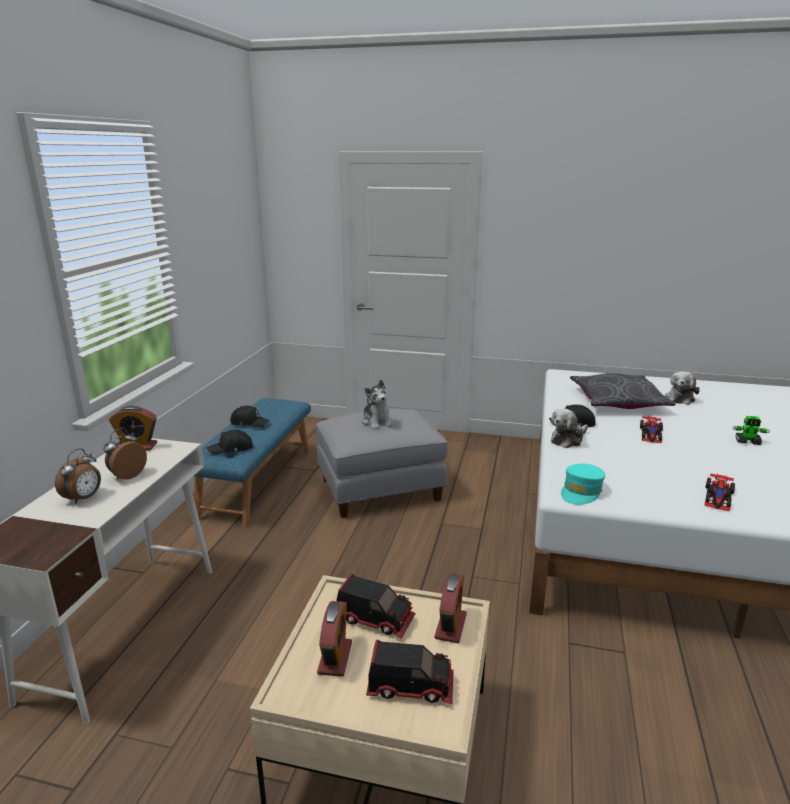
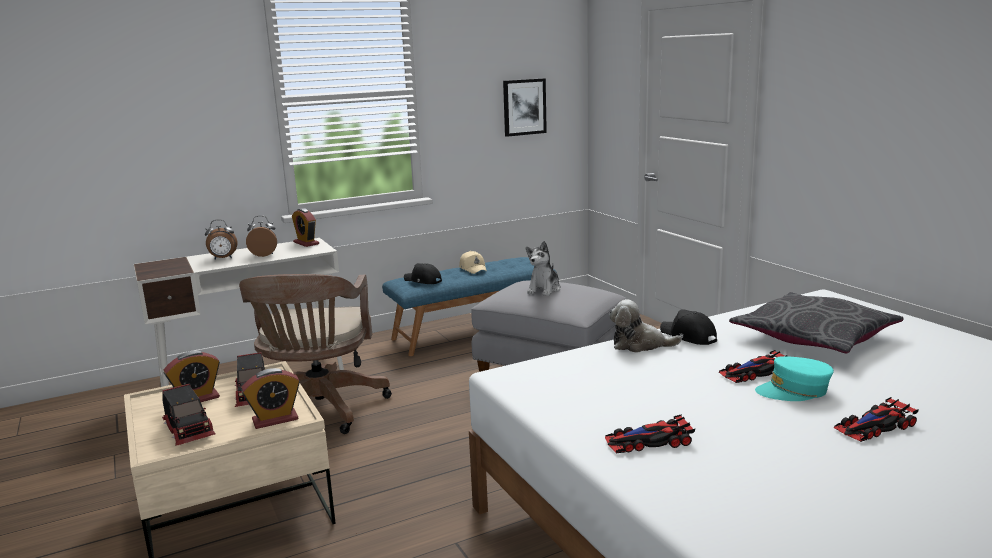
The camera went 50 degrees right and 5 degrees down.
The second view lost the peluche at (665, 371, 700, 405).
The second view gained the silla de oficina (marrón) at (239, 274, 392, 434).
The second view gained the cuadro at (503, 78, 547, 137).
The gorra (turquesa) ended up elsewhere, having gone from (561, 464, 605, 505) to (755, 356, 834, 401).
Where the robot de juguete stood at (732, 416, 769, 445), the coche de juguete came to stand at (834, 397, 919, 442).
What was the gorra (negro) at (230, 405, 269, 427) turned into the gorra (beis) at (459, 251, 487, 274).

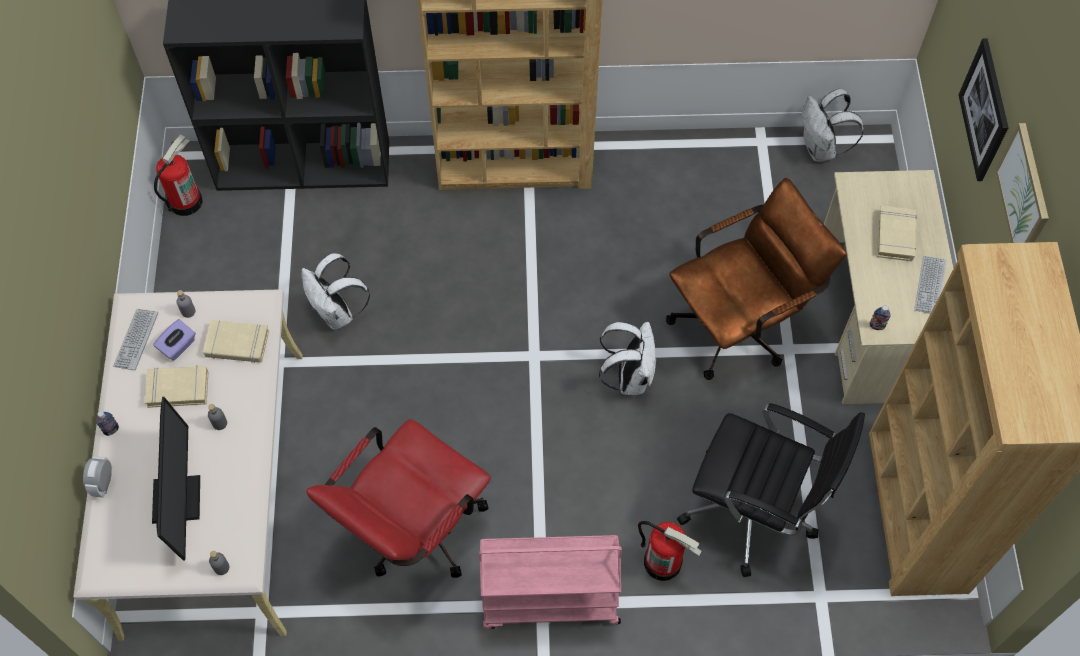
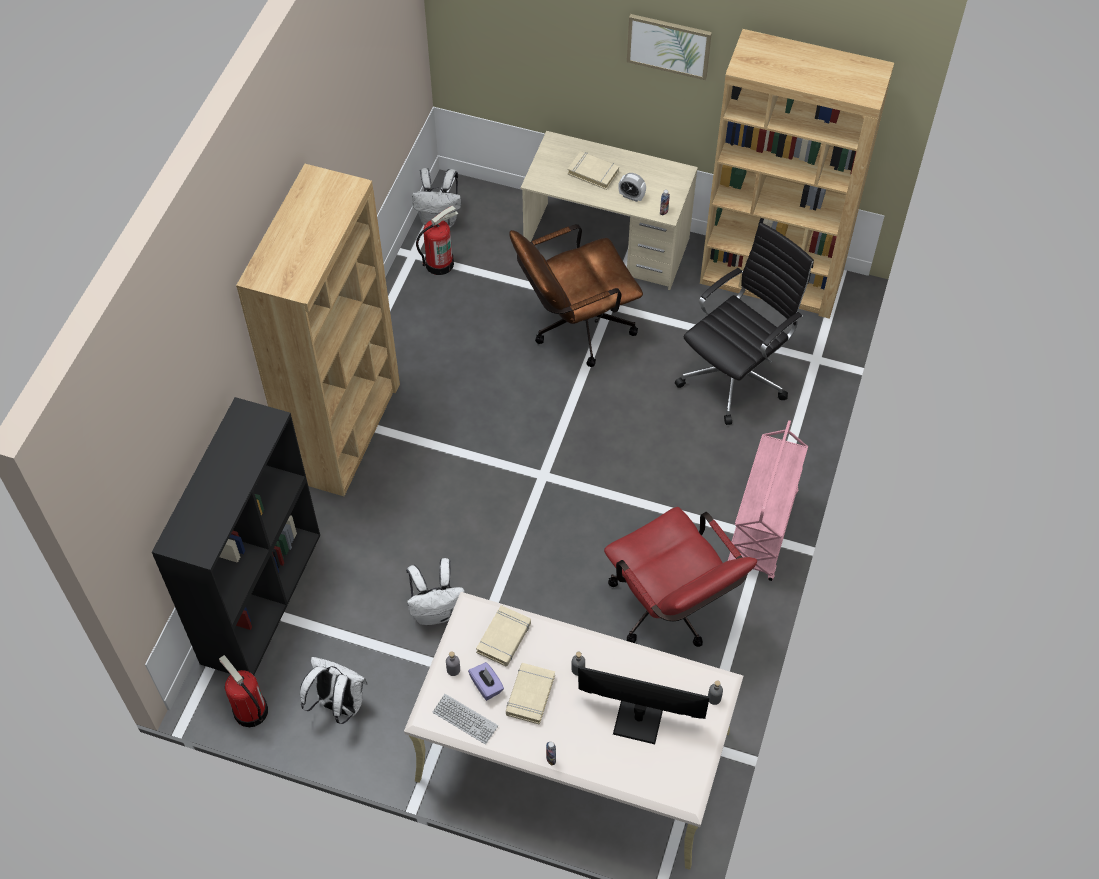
The camera went 70 degrees left and 5 degrees down.
The second view lost the teclado at (914, 256, 947, 314).
The second view lost the cuadro at (959, 38, 1009, 181).
The despertador ended up elsewhere, having gone from (83, 456, 112, 498) to (618, 173, 646, 202).
The mochila (blanco) ended up elsewhere, having gone from (599, 322, 656, 395) to (300, 657, 368, 724).
The extintor ended up elsewhere, having gone from (638, 521, 702, 581) to (416, 206, 459, 275).
The silla de oficina (marrón) at (666, 178, 846, 380) ended up facing another way, 105 degrees counterclockwise from before.

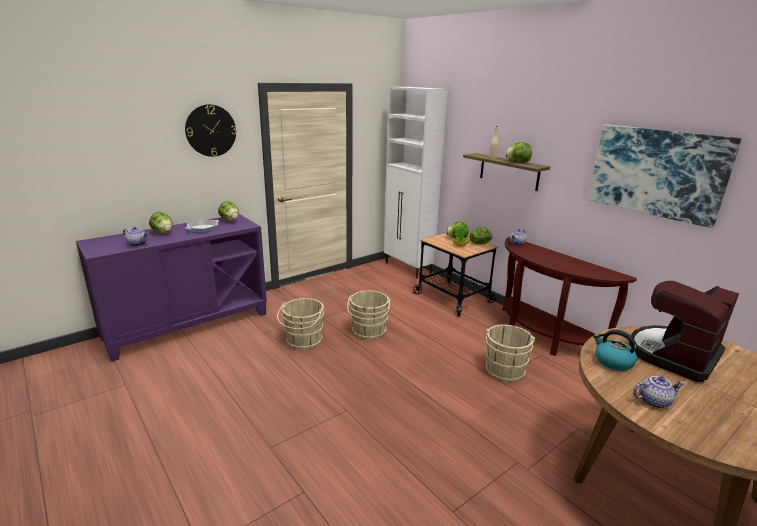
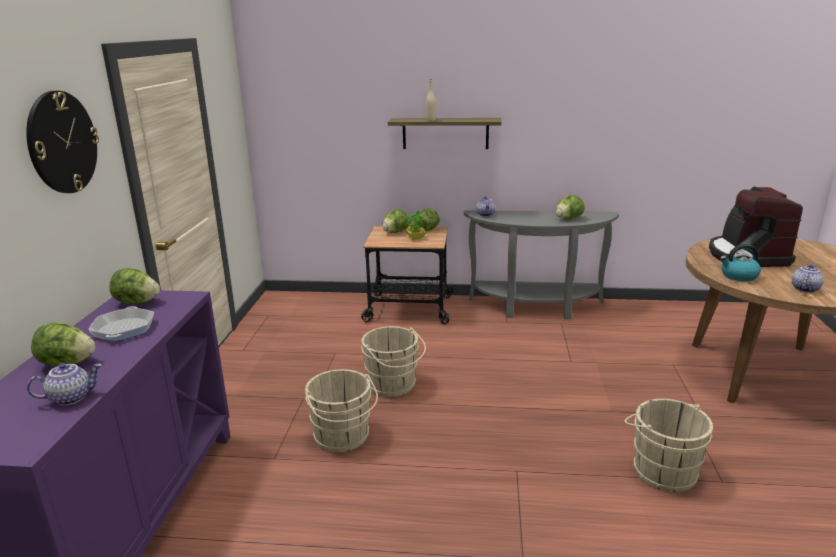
The camera went 45 degrees left and 0 degrees up.
The second view lost the armario (blanco) at (384, 87, 448, 278).
The second view lost the cuadro at (588, 124, 742, 228).
The cubo (beis) ended up elsewhere, having gone from (485, 325, 535, 382) to (625, 399, 713, 492).
The lechuga ended up elsewhere, having gone from (505, 142, 532, 163) to (556, 195, 585, 220).
What was the mesa consola (marrón) at (502, 237, 637, 356) turned into the mesa consola (gris) at (464, 210, 619, 320).

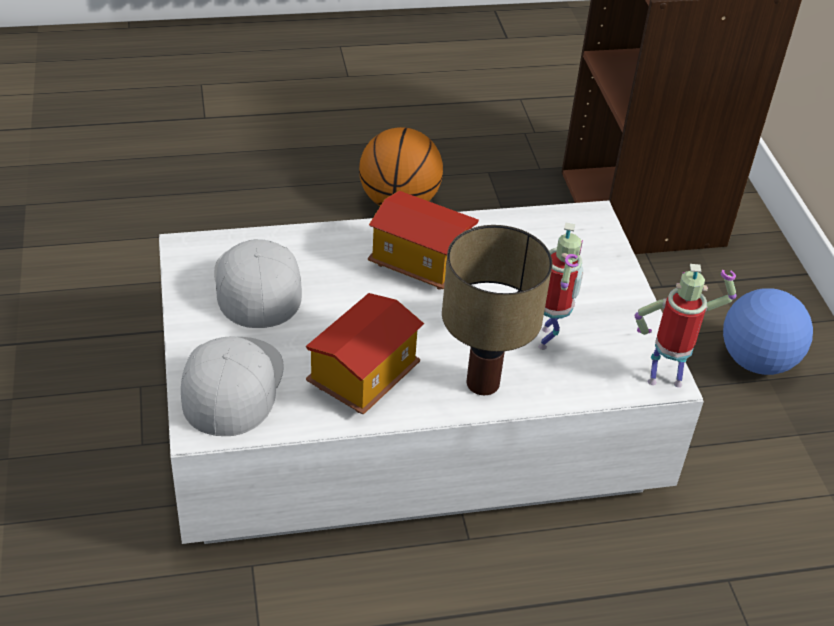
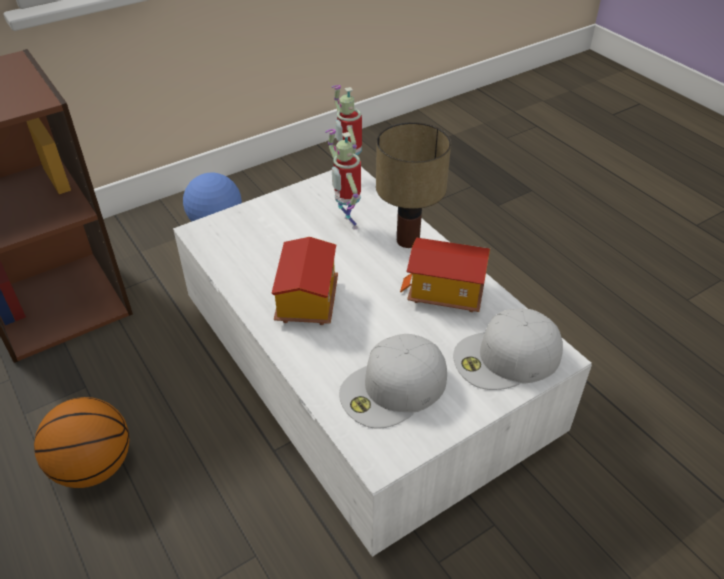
The camera went 110 degrees left and 0 degrees up.
The robot de juguete at (539, 222, 583, 350) ended up facing another way, 105 degrees counterclockwise from before.

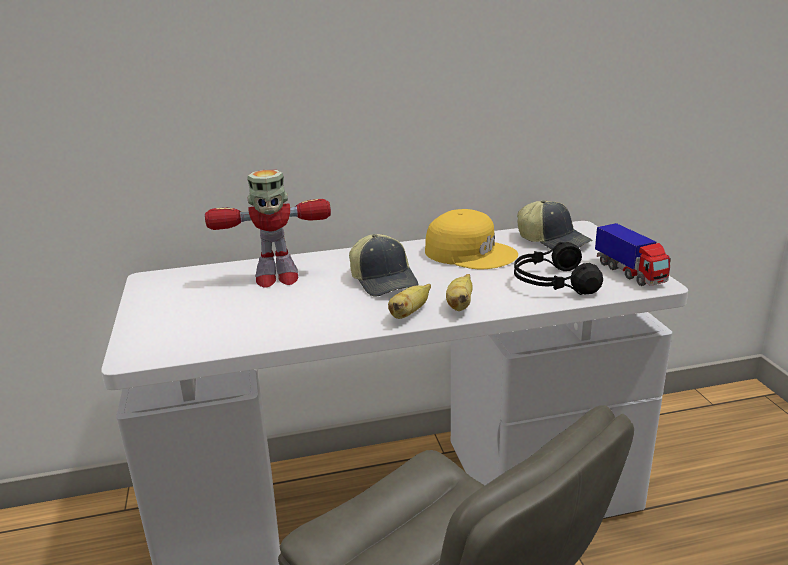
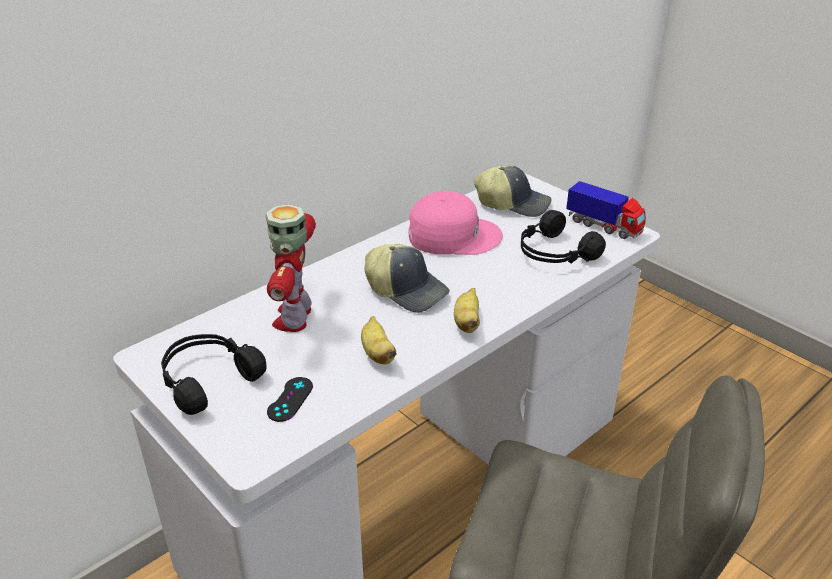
The camera went 30 degrees left and 10 degrees up.
The second view gained the auriculares (negro) at (161, 334, 267, 415).
The second view gained the mando de consola (negro) at (267, 377, 313, 422).
The plátano ended up elsewhere, having gone from (446, 274, 473, 311) to (361, 316, 397, 365).
What was the gorra (amarillo) at (425, 209, 518, 269) turned into the gorra (rosa) at (409, 191, 503, 255).
The robot de juguete at (205, 170, 331, 288) ended up facing another way, 135 degrees clockwise from before.

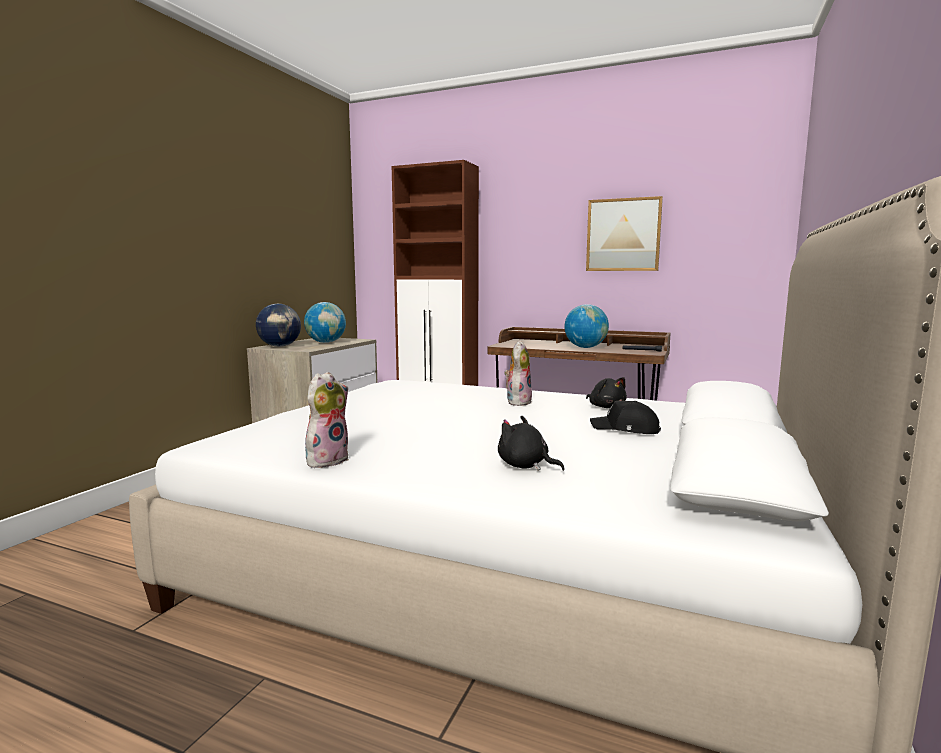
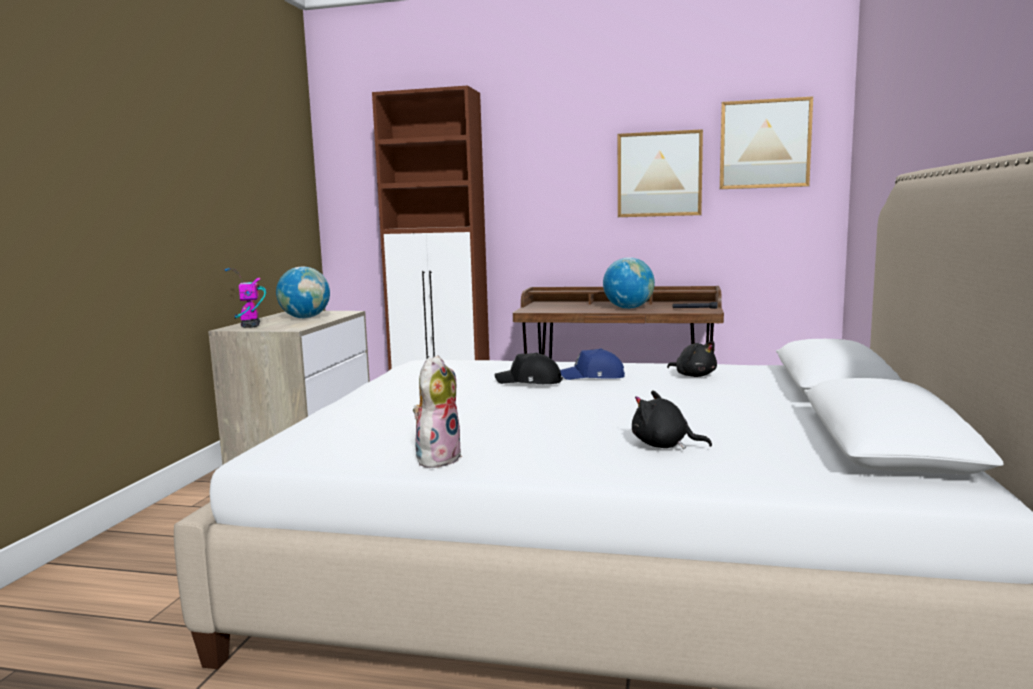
The camera went 10 degrees left and 0 degrees up.
The second view gained the cuadro at (720, 96, 813, 189).
The gorra (negro) ended up elsewhere, having gone from (590, 401, 661, 434) to (495, 353, 563, 384).
Where the globo terráqueo stood at (256, 304, 301, 347), the robot de juguete came to stand at (225, 268, 266, 328).
Where the peluche stood at (504, 341, 532, 406), the gorra (azul) came to stand at (560, 349, 625, 380).

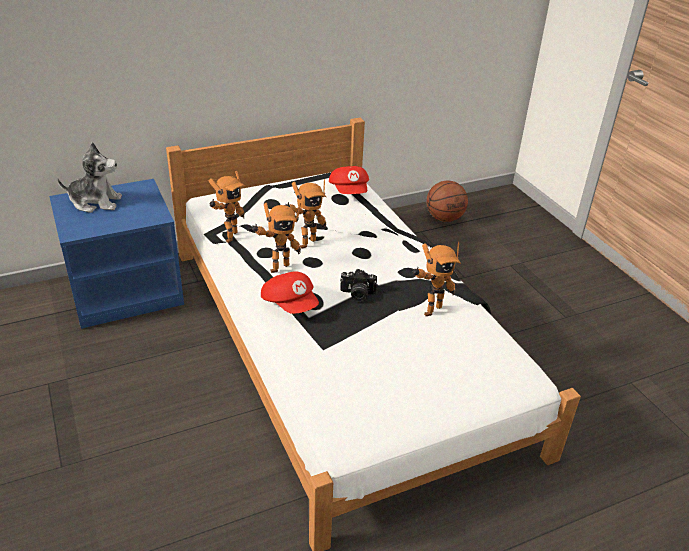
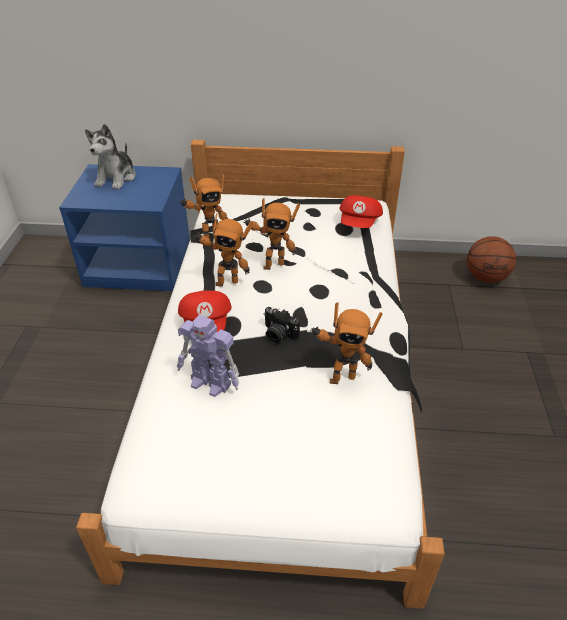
The camera went 30 degrees right and 5 degrees up.
The second view gained the robot de juguete at (177, 315, 239, 397).
The peluche at (57, 142, 122, 213) ended up facing another way, 75 degrees clockwise from before.

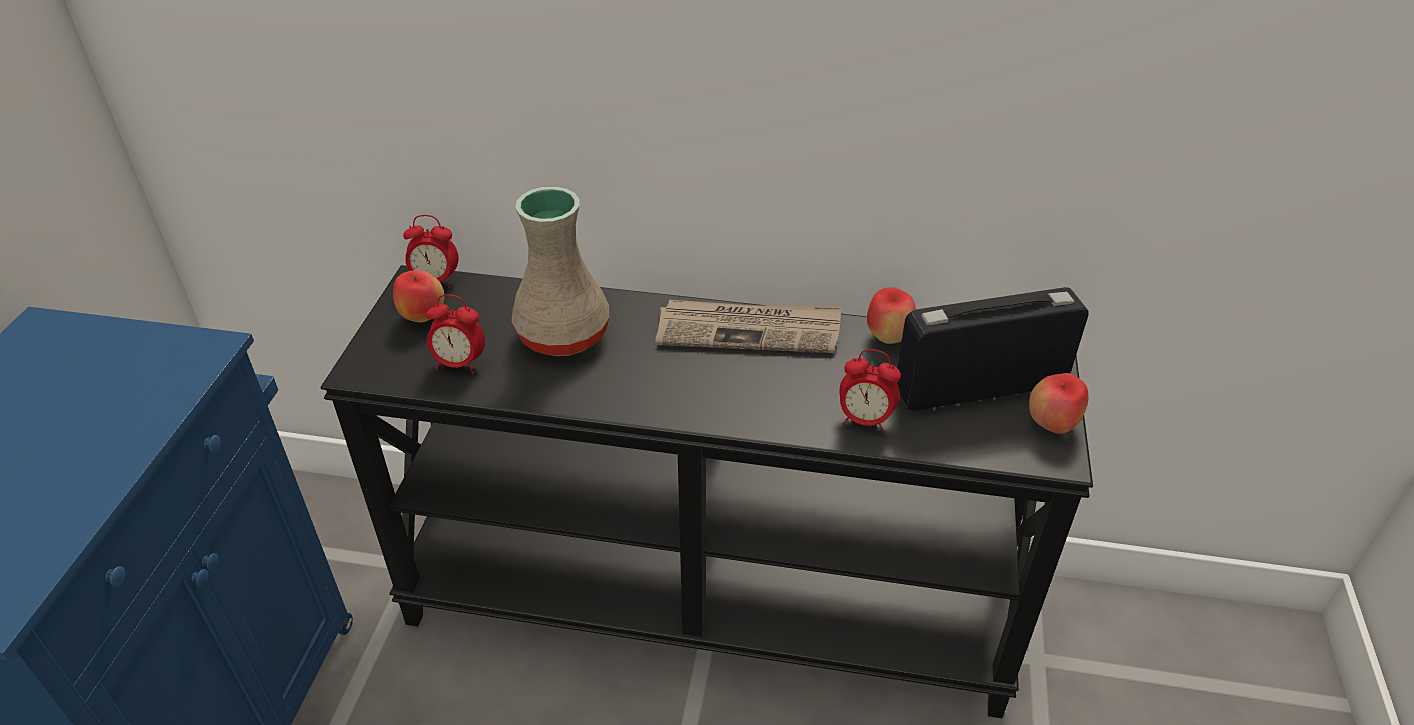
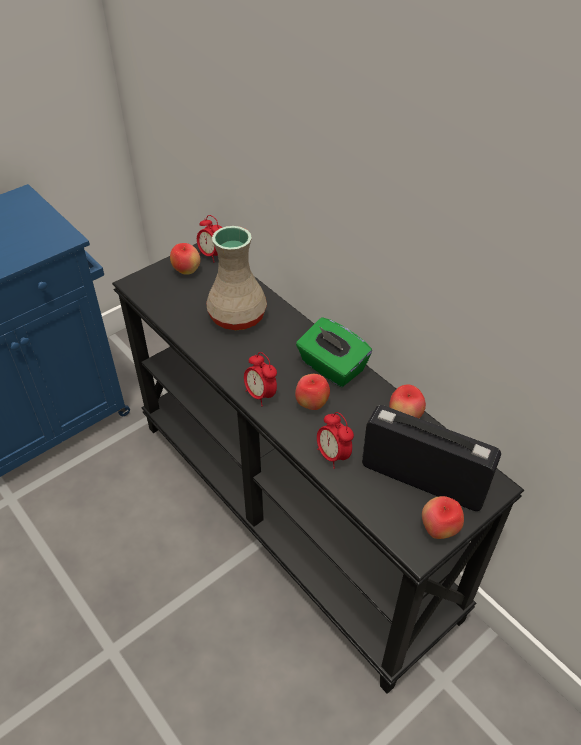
The camera went 40 degrees right and 5 degrees up.
The second view gained the manzana at (295, 374, 330, 410).
The despertador ended up elsewhere, having gone from (426, 294, 485, 374) to (244, 352, 277, 406).
Where the periódico stood at (655, 300, 842, 353), the caja de pañuelos (verde) came to stand at (296, 318, 372, 387).

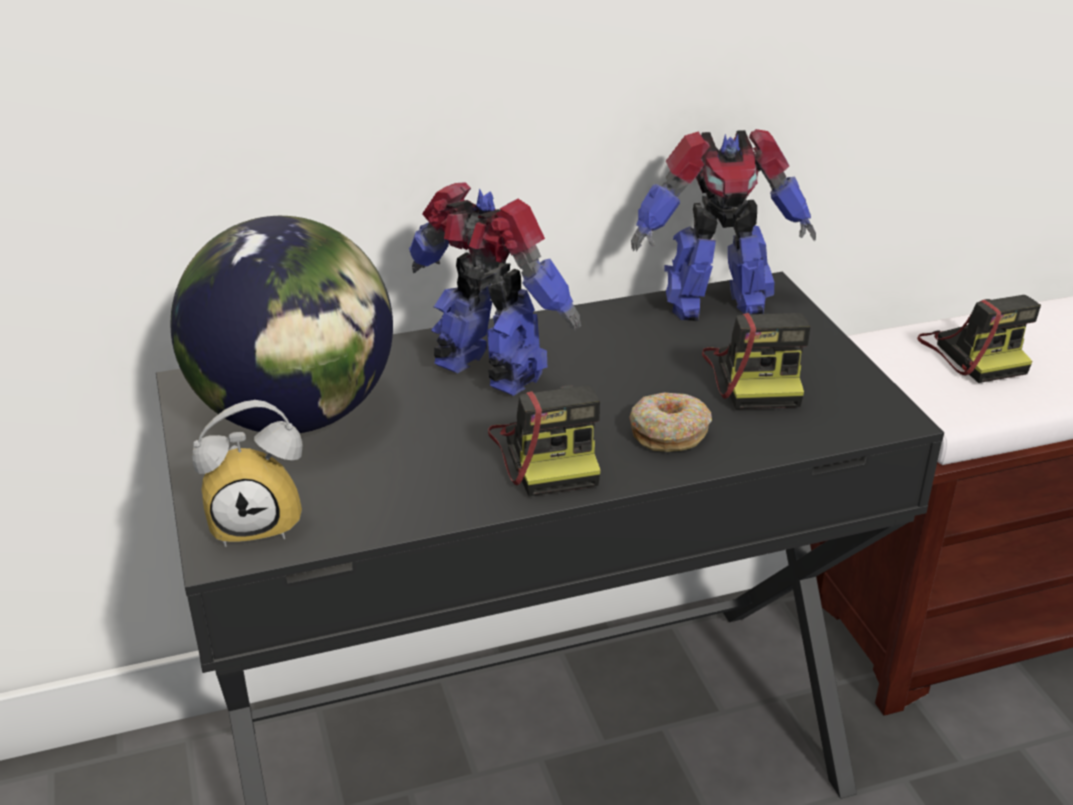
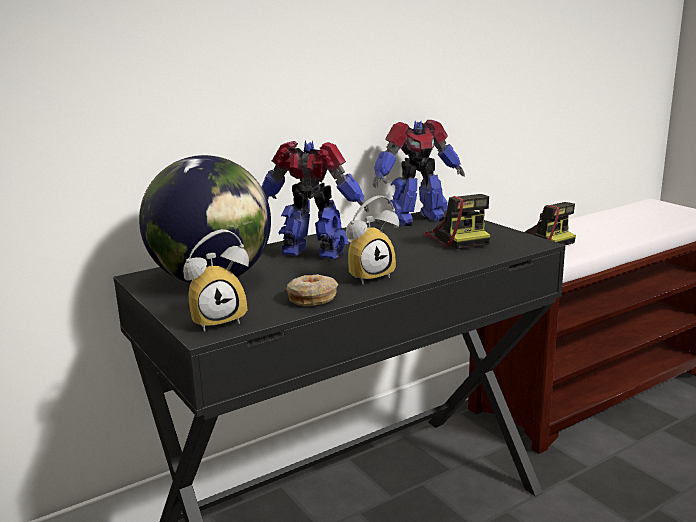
The camera went 15 degrees left and 15 degrees down.
The rosquilla ended up elsewhere, having gone from (629, 393, 712, 452) to (287, 274, 338, 306).
Where the cámara stood at (488, 385, 601, 496), the despertador came to stand at (346, 195, 399, 284).

